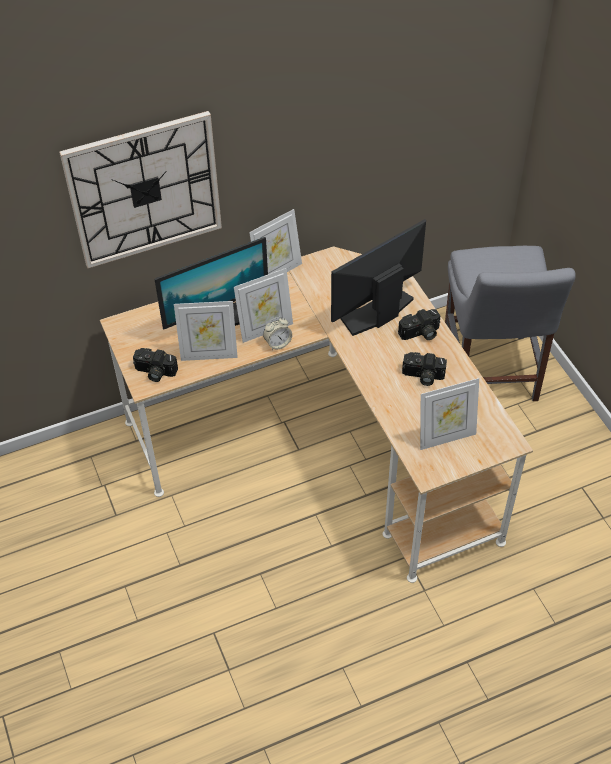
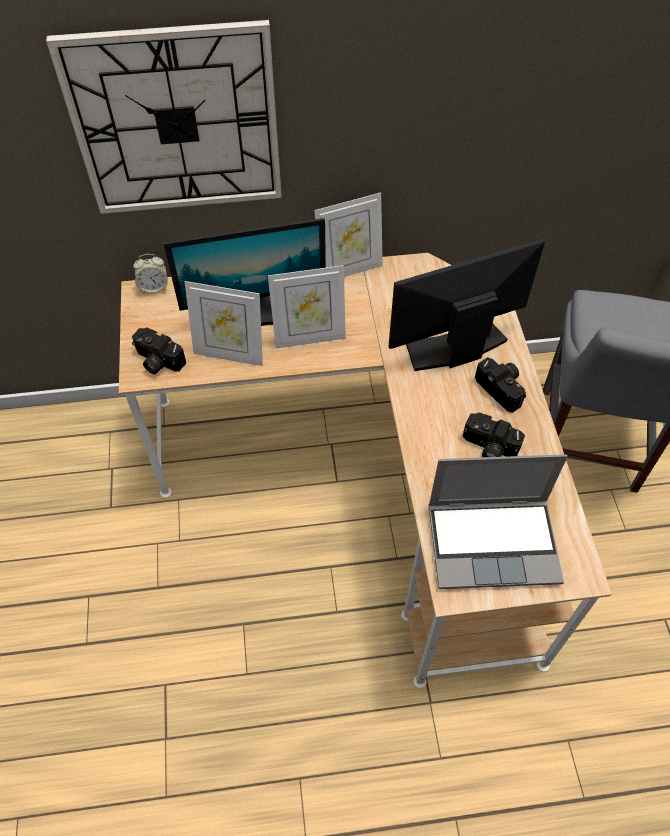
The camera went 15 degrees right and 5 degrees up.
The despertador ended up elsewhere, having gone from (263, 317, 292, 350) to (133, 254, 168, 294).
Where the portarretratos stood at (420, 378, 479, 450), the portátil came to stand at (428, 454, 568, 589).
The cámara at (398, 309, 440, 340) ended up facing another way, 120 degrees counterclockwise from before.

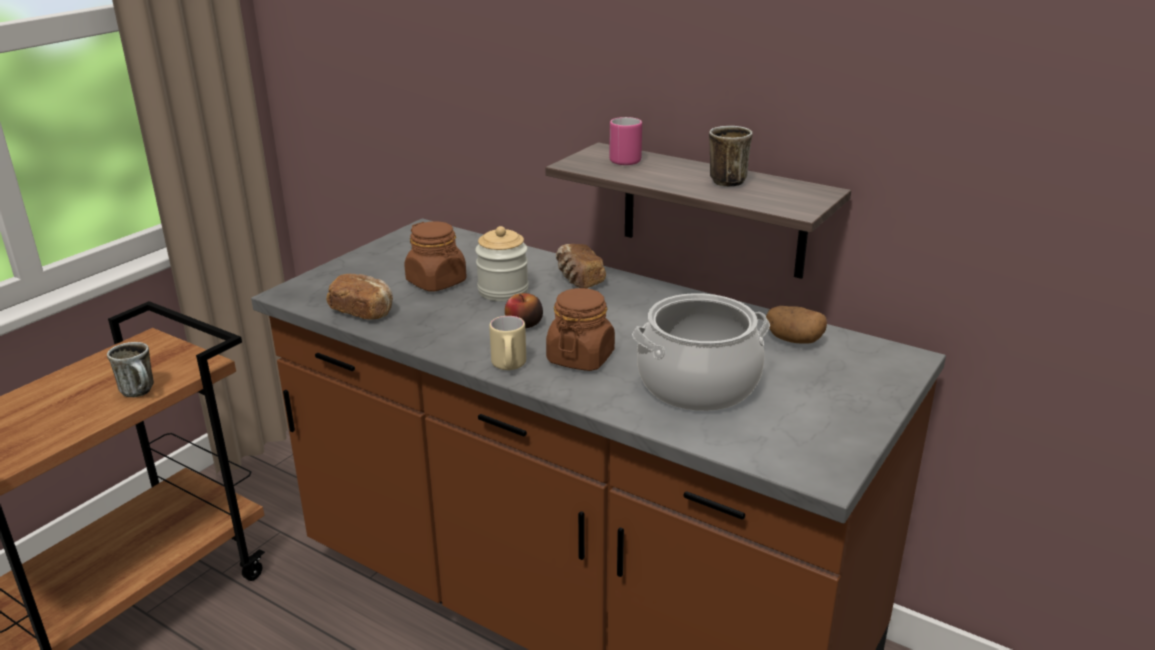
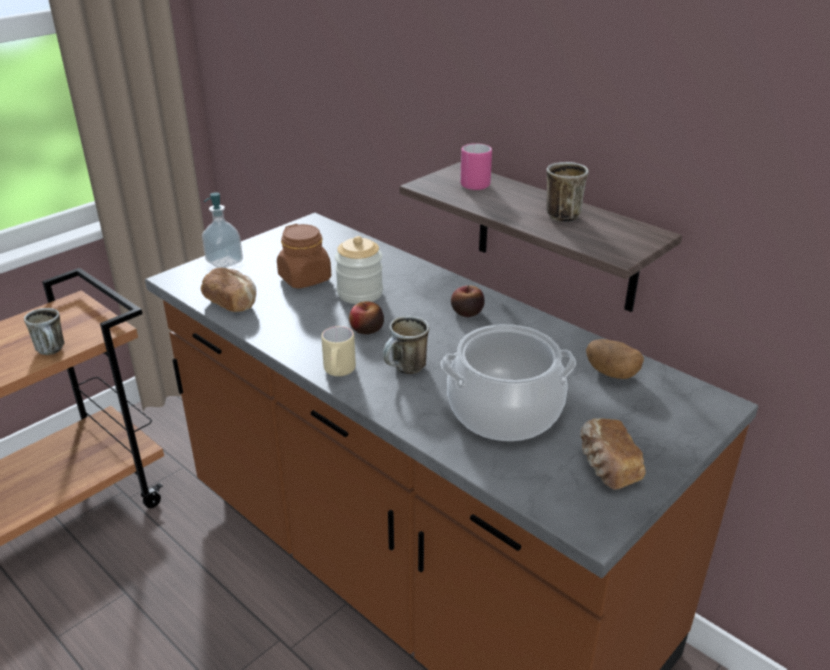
The camera went 10 degrees right and 5 degrees up.
The second view gained the dispensador de jabón at (202, 192, 243, 268).
The second view gained the manzana at (451, 285, 484, 317).
The pan ended up elsewhere, having gone from (556, 244, 606, 289) to (580, 418, 646, 490).
Where the tarro (marrón) stood at (546, 288, 615, 371), the taza grande came to stand at (383, 316, 429, 374).

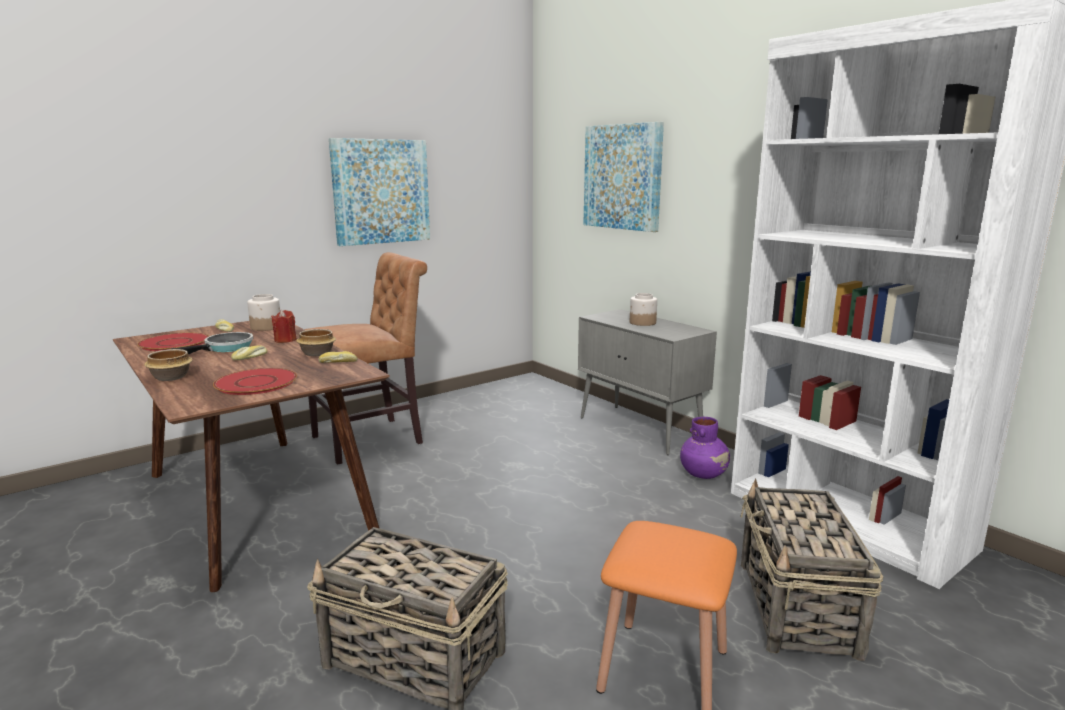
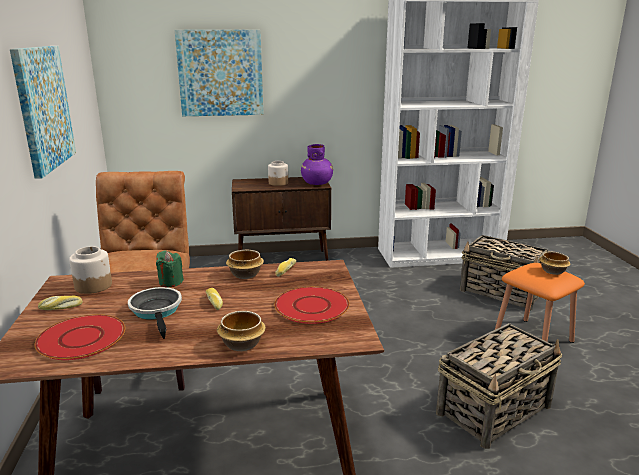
The camera went 60 degrees left and 5 degrees up.
The second view gained the cuenco at (539, 252, 570, 275).
The florero (morado) ended up elsewhere, having gone from (680, 417, 730, 479) to (301, 144, 333, 185).
What was the vela (rojo) at (271, 310, 297, 343) turned into the vela (verde) at (156, 251, 184, 287).
What was the armario (gris) at (578, 309, 717, 455) turned into the armario (marrón) at (232, 177, 331, 261).

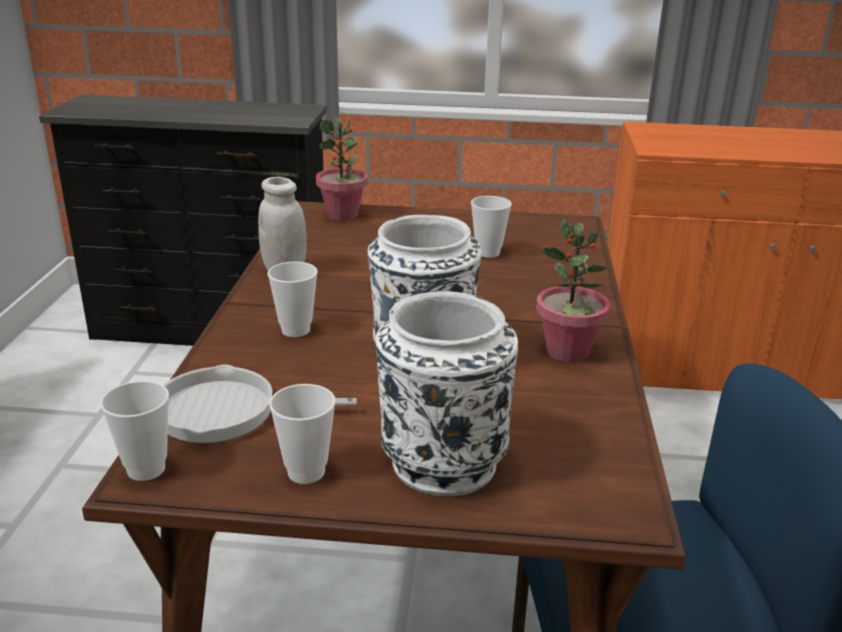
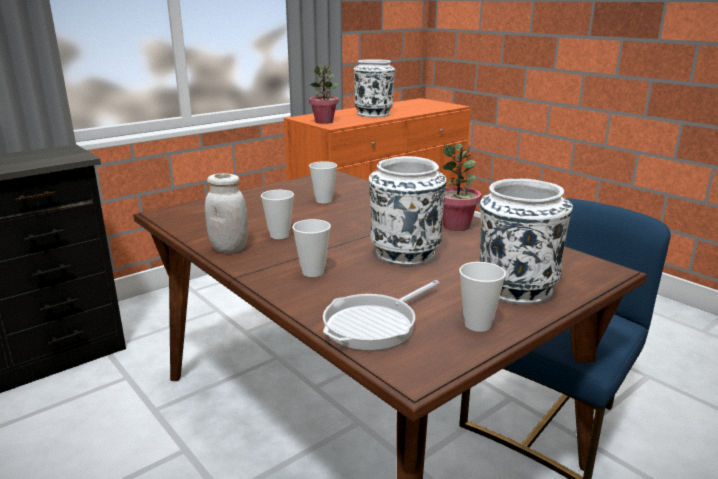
The camera went 45 degrees left and 5 degrees down.
The second view gained the florero (blanco) at (353, 59, 395, 117).
The taza ended up elsewhere, having gone from (100, 381, 169, 481) to (261, 190, 294, 239).
The planta en maceta ended up elsewhere, having gone from (316, 118, 368, 221) to (309, 65, 339, 124).

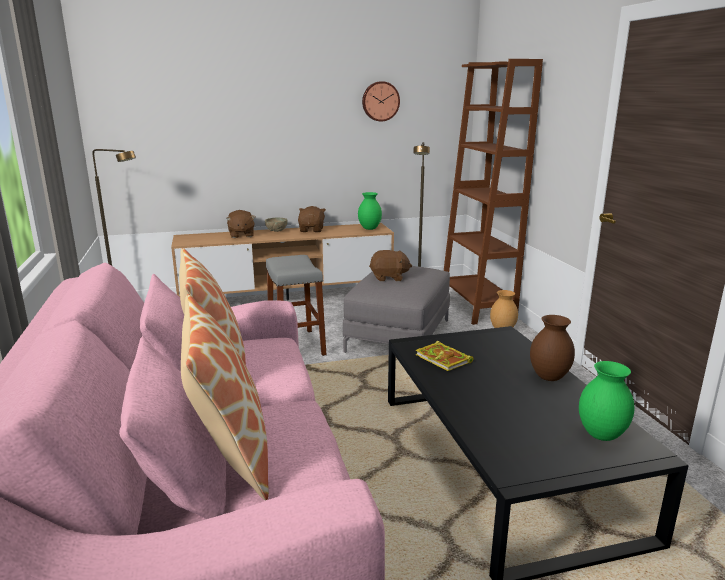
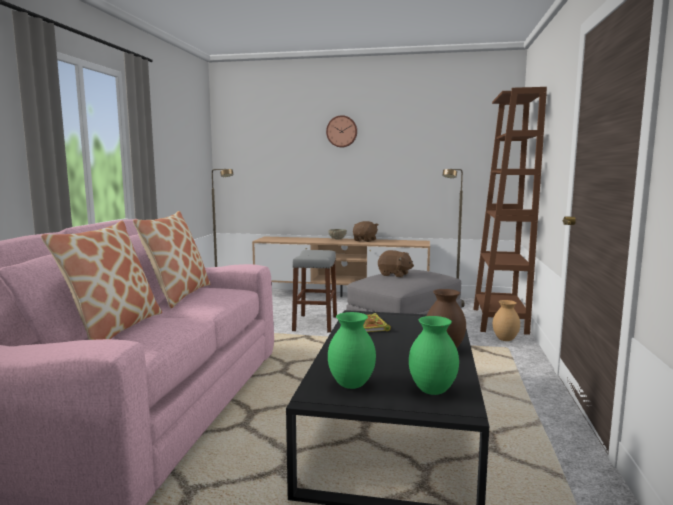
The camera went 25 degrees right and 10 degrees down.
The second view lost the peluche (marrón) at (226, 210, 255, 238).
The florero (verde) ended up elsewhere, having gone from (358, 192, 382, 230) to (328, 312, 376, 389).
The reloj de pared ended up elsewhere, having gone from (362, 81, 400, 122) to (326, 115, 357, 148).

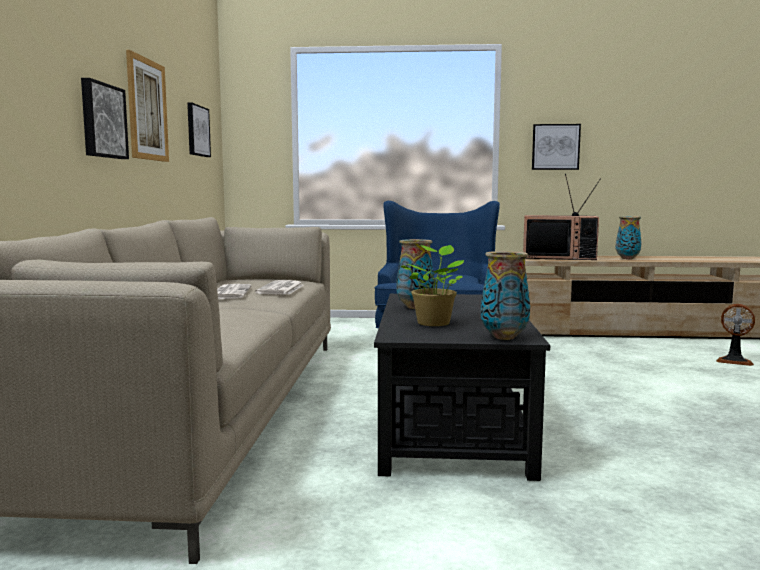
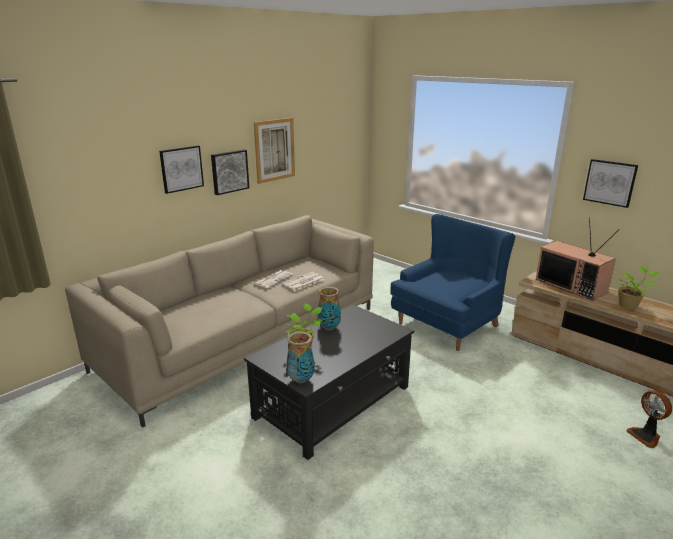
The camera went 40 degrees right and 15 degrees up.
The cuadro ended up elsewhere, having gone from (187, 102, 211, 157) to (159, 145, 204, 194).
Where the florero stood at (616, 216, 641, 259), the planta en maceta came to stand at (619, 266, 659, 309).

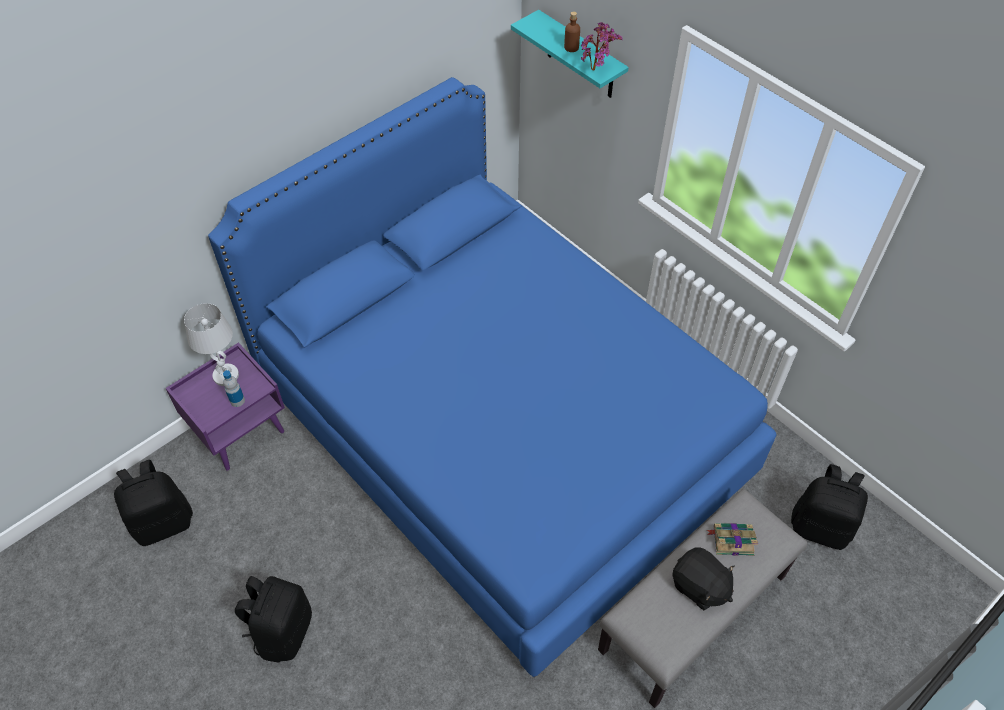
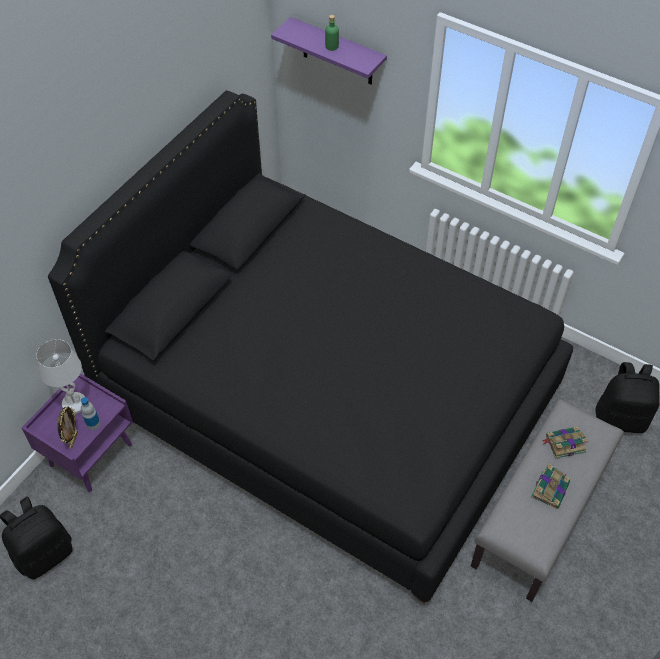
The camera went 15 degrees left and 0 degrees up.
The second view lost the mochila (negro) at (235, 576, 312, 663).
The second view lost the planta en maceta at (581, 22, 622, 71).
The second view gained the portarretratos at (58, 406, 78, 449).
Where the peluche (negro) stood at (672, 547, 735, 611), the libro came to stand at (531, 463, 570, 508).
What was the cama (azul) at (208, 77, 777, 677) turned into the cama (negro) at (48, 90, 573, 603).
What was the estante (turquesa) at (511, 10, 629, 98) turned into the estante (morado) at (271, 17, 387, 84).
What was the botella (marrón) at (564, 11, 580, 52) turned into the botella (verde) at (325, 15, 339, 51).

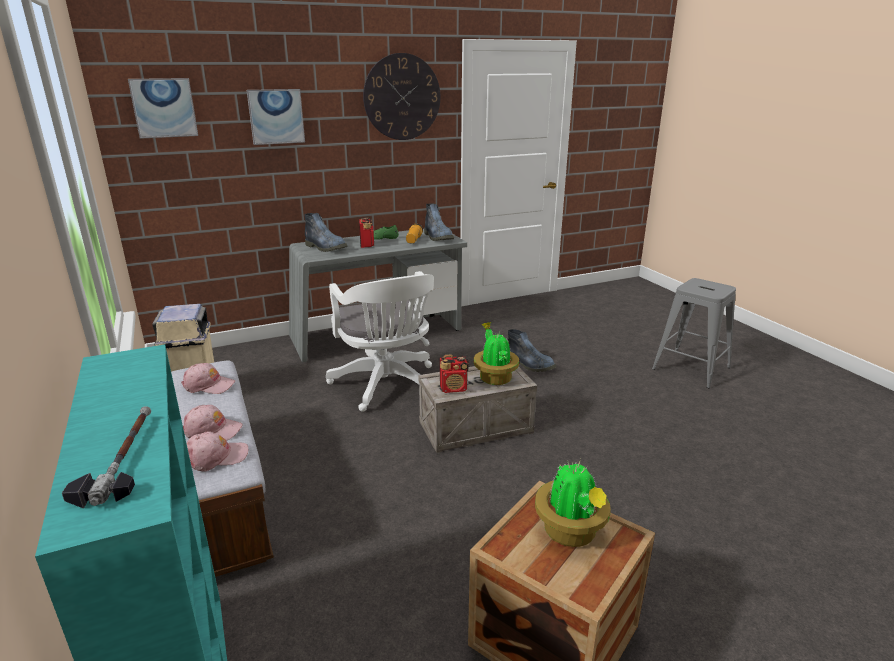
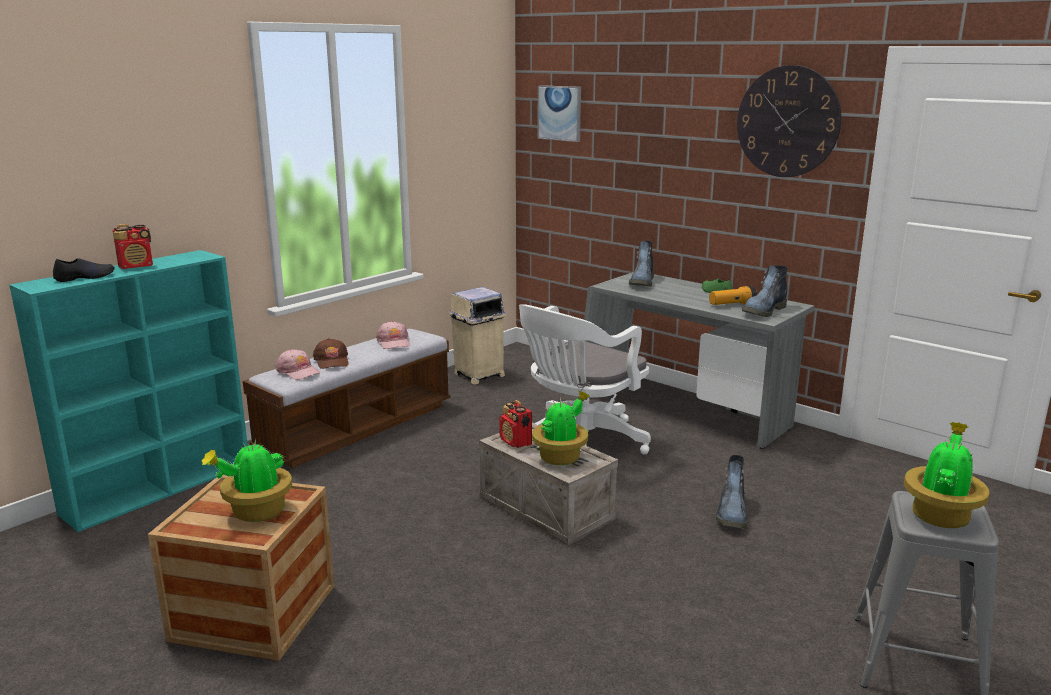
The camera went 65 degrees right and 5 degrees down.
The second view lost the cuadro at (247, 89, 305, 145).
The second view gained the planta en maceta at (904, 422, 990, 528).
The radio ended up elsewhere, having gone from (359, 217, 374, 248) to (113, 224, 153, 269).
Where the martillo stood at (62, 406, 151, 508), the zapato (negro) came to stand at (53, 258, 115, 282).
What was the gorra (rosa) at (183, 405, 243, 441) turned into the gorra (marrón) at (313, 338, 349, 369).

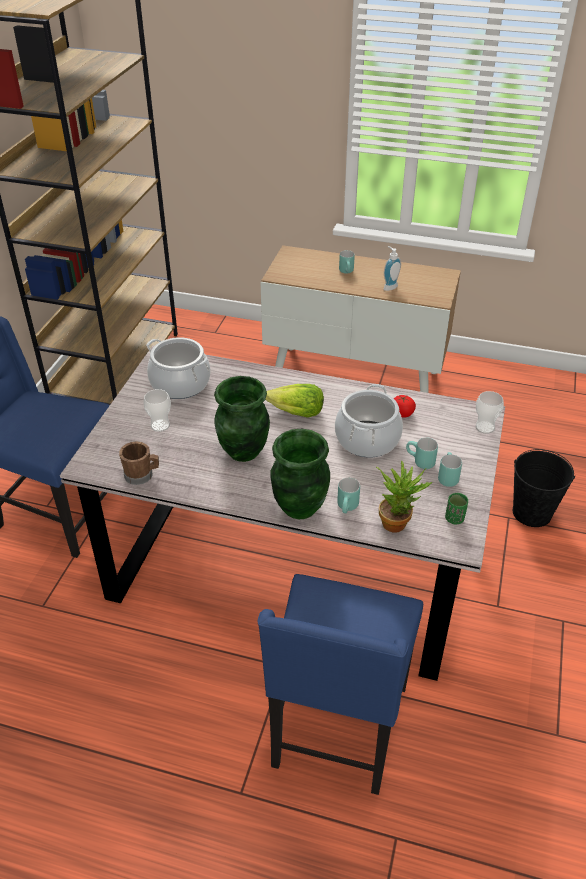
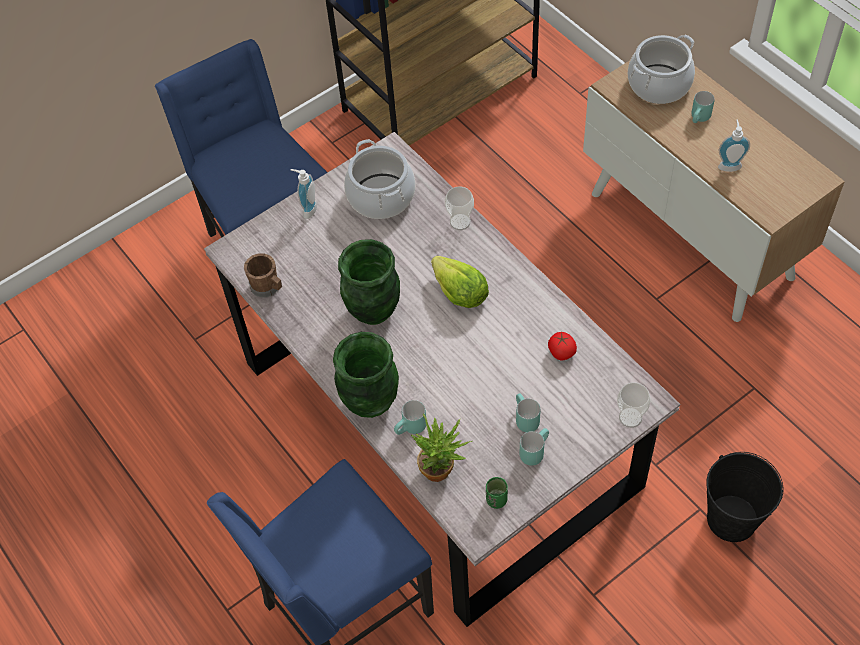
The camera went 40 degrees right and 15 degrees up.
The second view gained the dispensador de jabón at (291, 169, 317, 219).
The taza ended up elsewhere, having gone from (143, 389, 171, 432) to (445, 186, 474, 230).
The olla ended up elsewhere, having gone from (335, 384, 403, 457) to (628, 35, 695, 104).

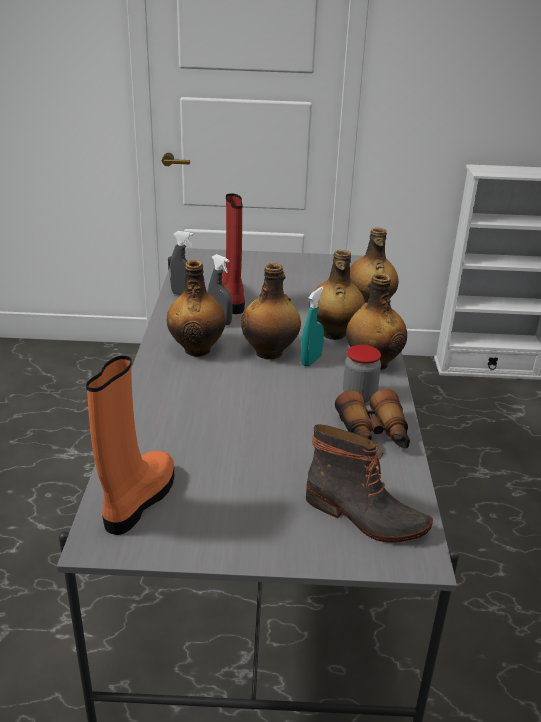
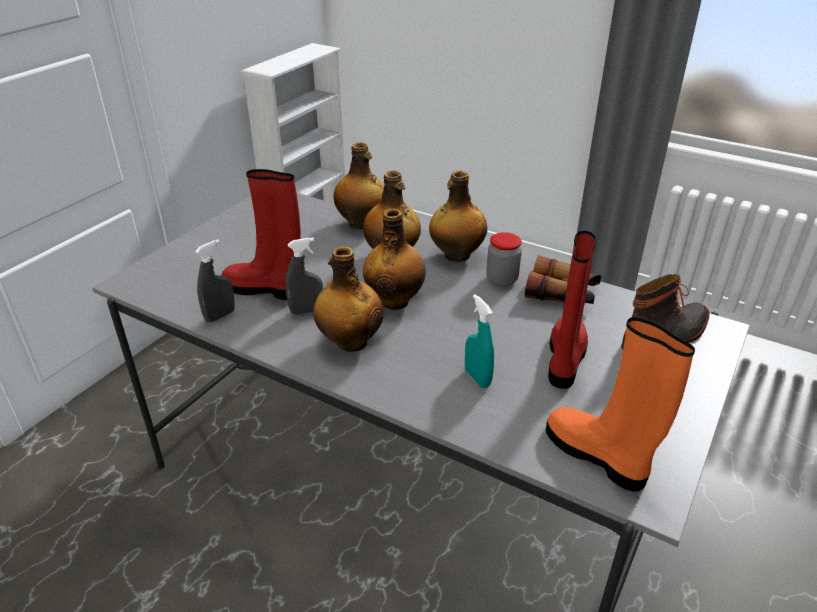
The camera went 60 degrees left and 5 degrees up.
The second view gained the bota (rojo) at (548, 231, 596, 389).
The pulverizador (turquesa) ended up elsewhere, having gone from (301, 287, 324, 367) to (465, 294, 494, 388).

